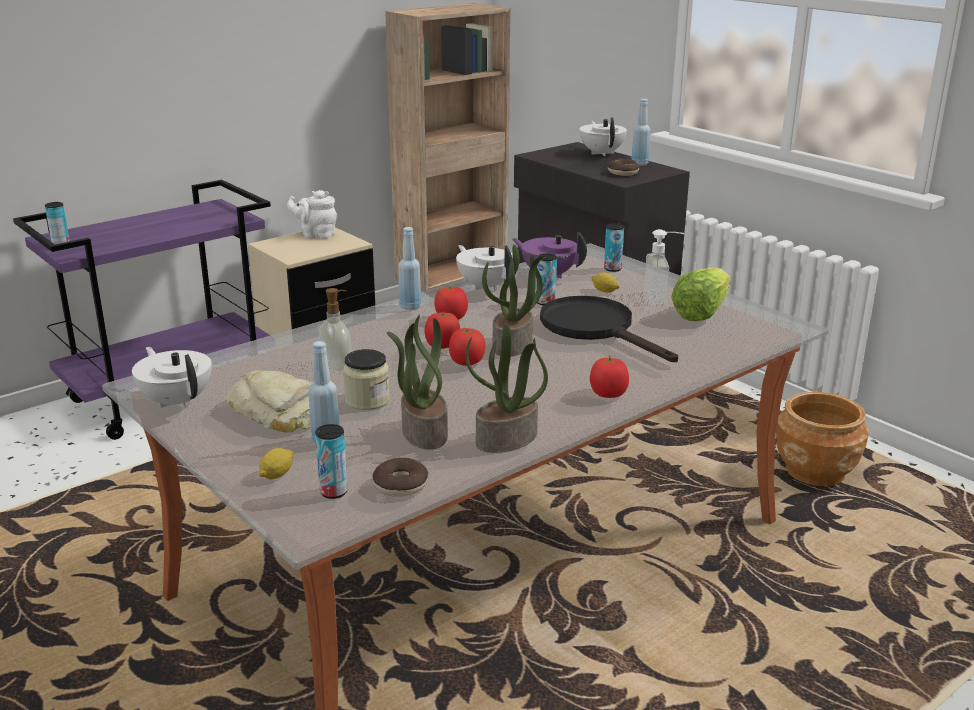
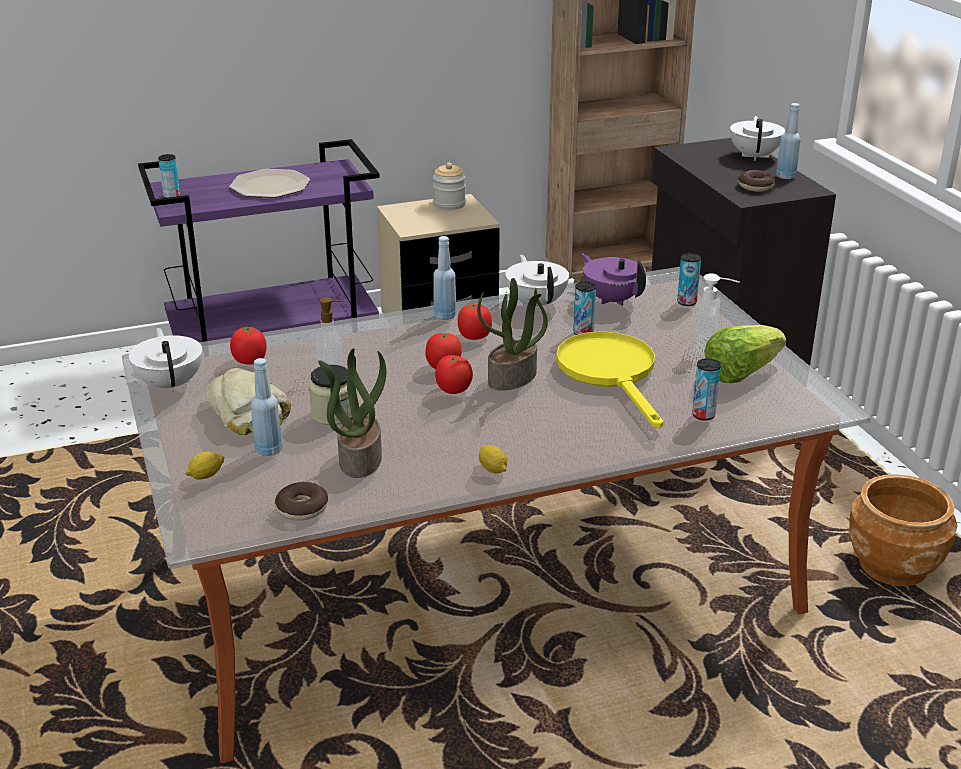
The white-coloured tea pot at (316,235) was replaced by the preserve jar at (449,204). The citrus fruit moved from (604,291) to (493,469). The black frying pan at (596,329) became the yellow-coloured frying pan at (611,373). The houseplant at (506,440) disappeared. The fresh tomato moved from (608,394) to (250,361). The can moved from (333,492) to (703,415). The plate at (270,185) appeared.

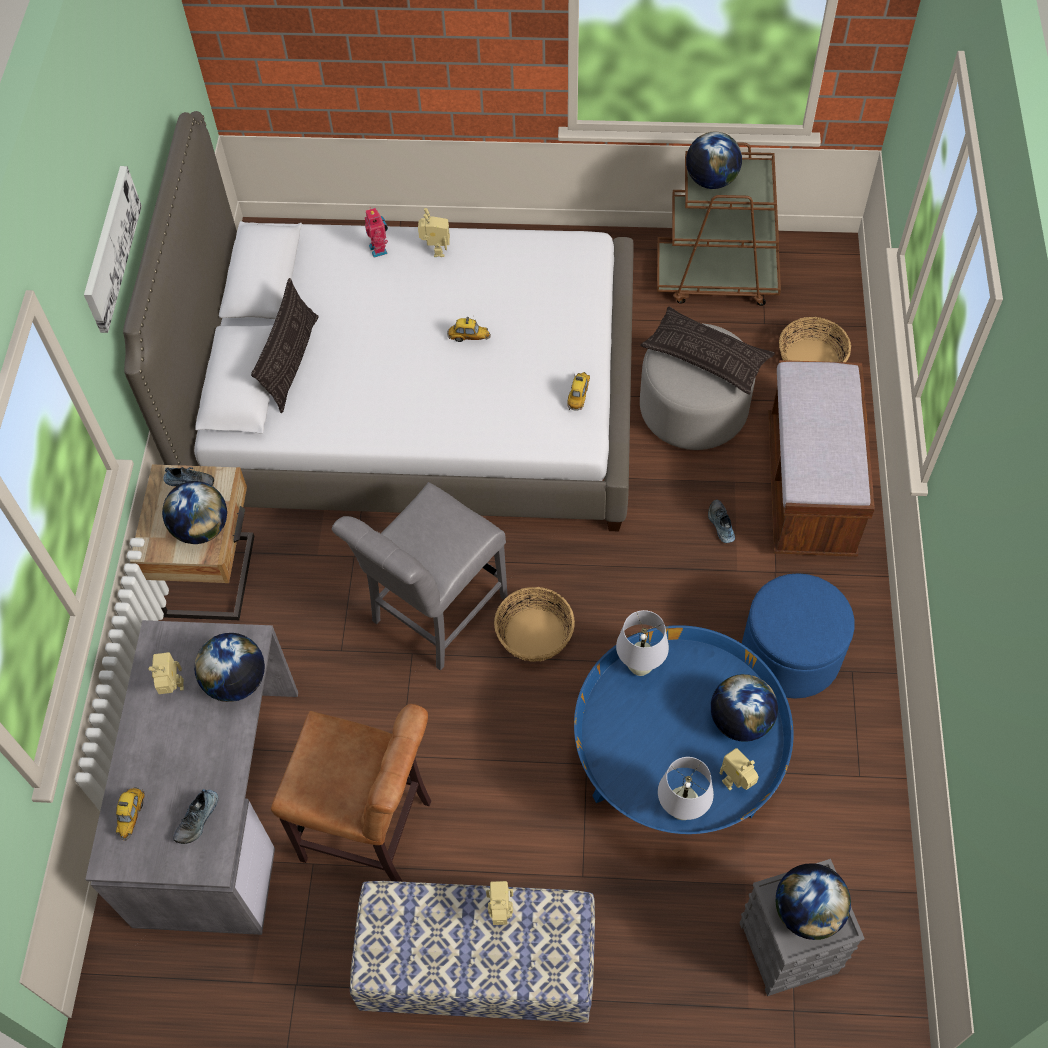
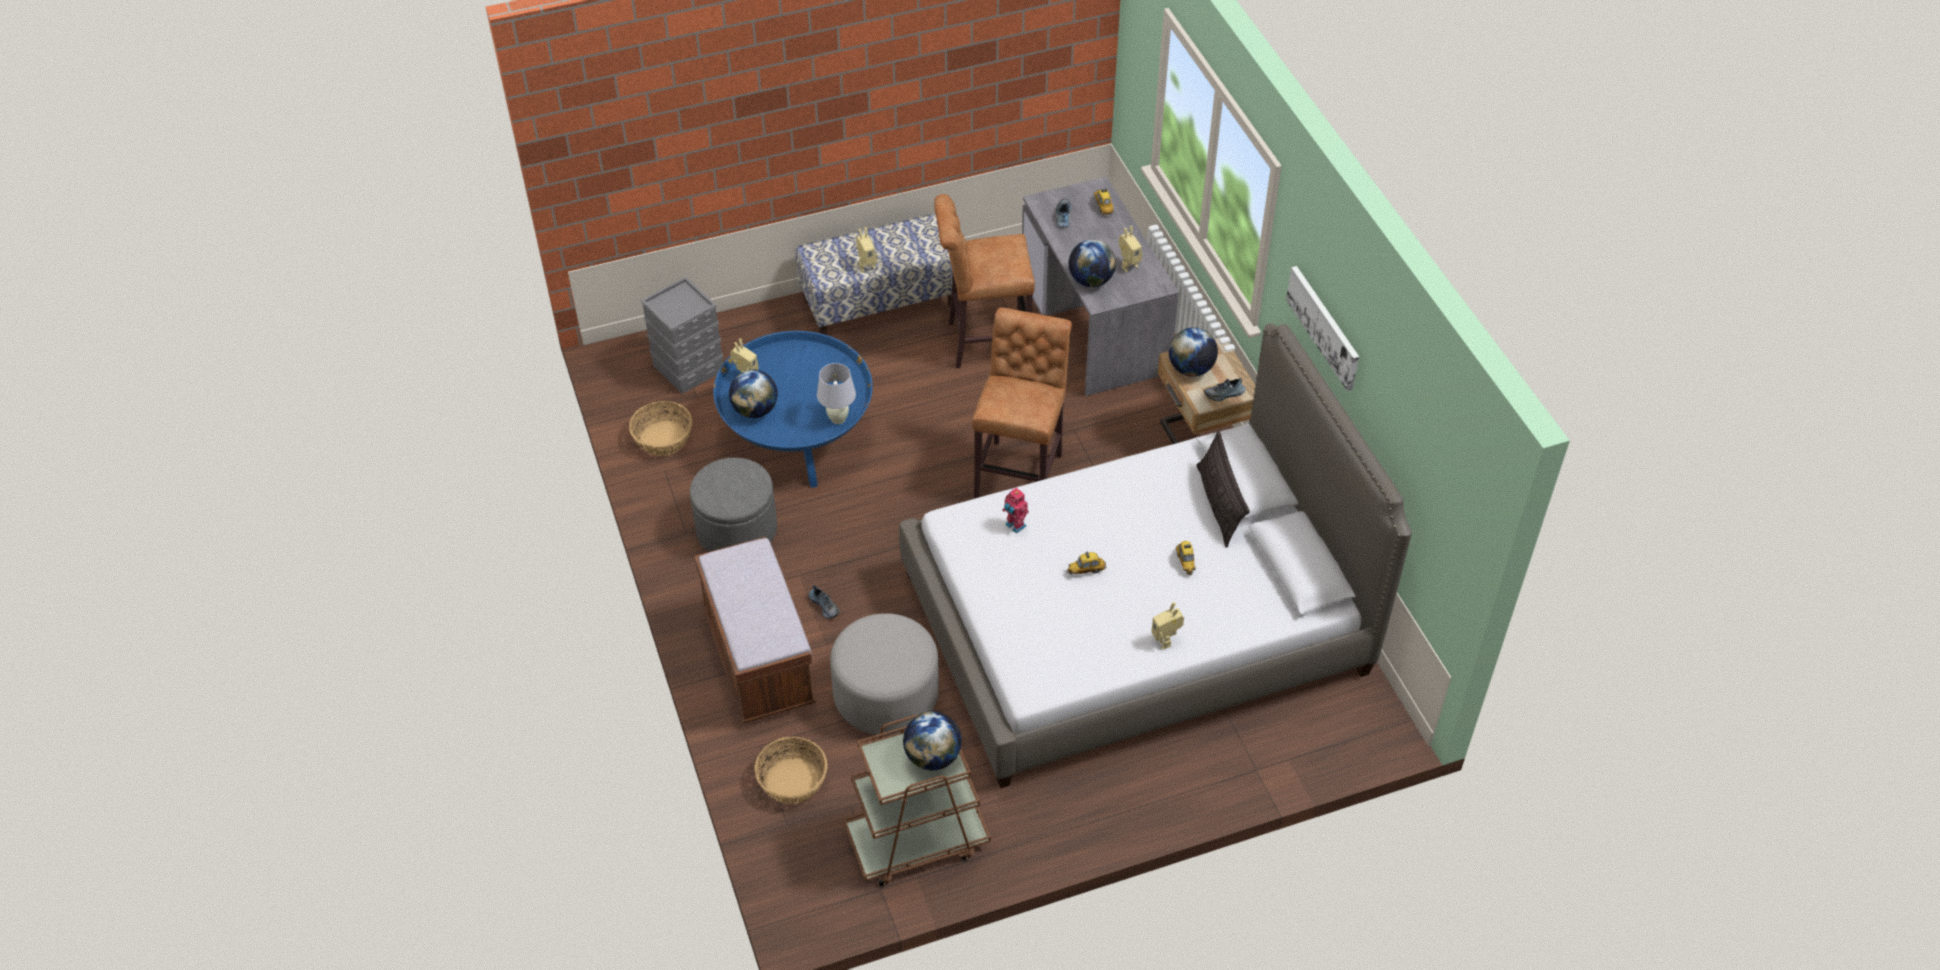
The model robot moved from (379,249) to (1014,526). The cushion at (706,356) disappeared. The toy car moved from (579,395) to (1185,562). The grey upright chair at (433,613) was replaced by the brown stool seat at (1020,472). The blue footrest at (790,654) became the grey footrest at (737,530). The household basket moved from (534,635) to (663,438). The white-coloured lamp for a table at (681,810) disappeared. The globe at (807,911) disappeared.

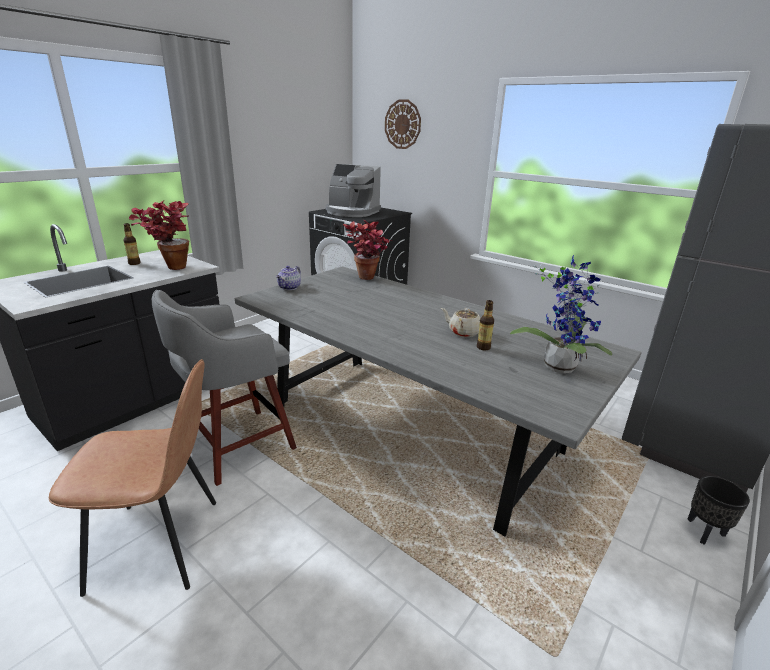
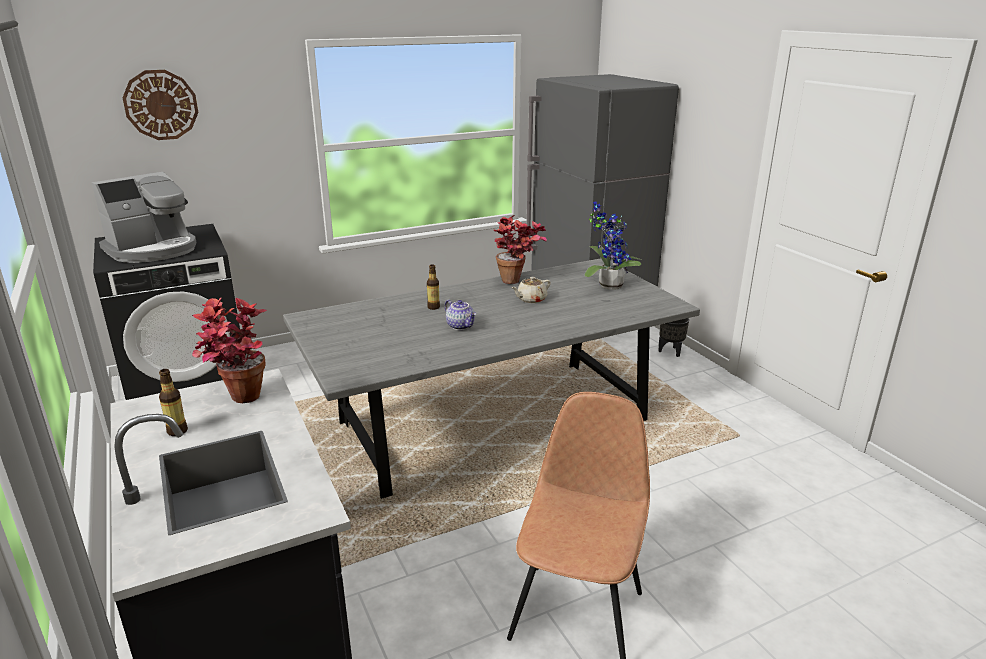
The houseplant moved from (367,279) to (517,282). The tea pot moved from (289,288) to (461,326). The grey stool seat at (236,446) disappeared. The beverage bottle moved from (483,347) to (433,307).

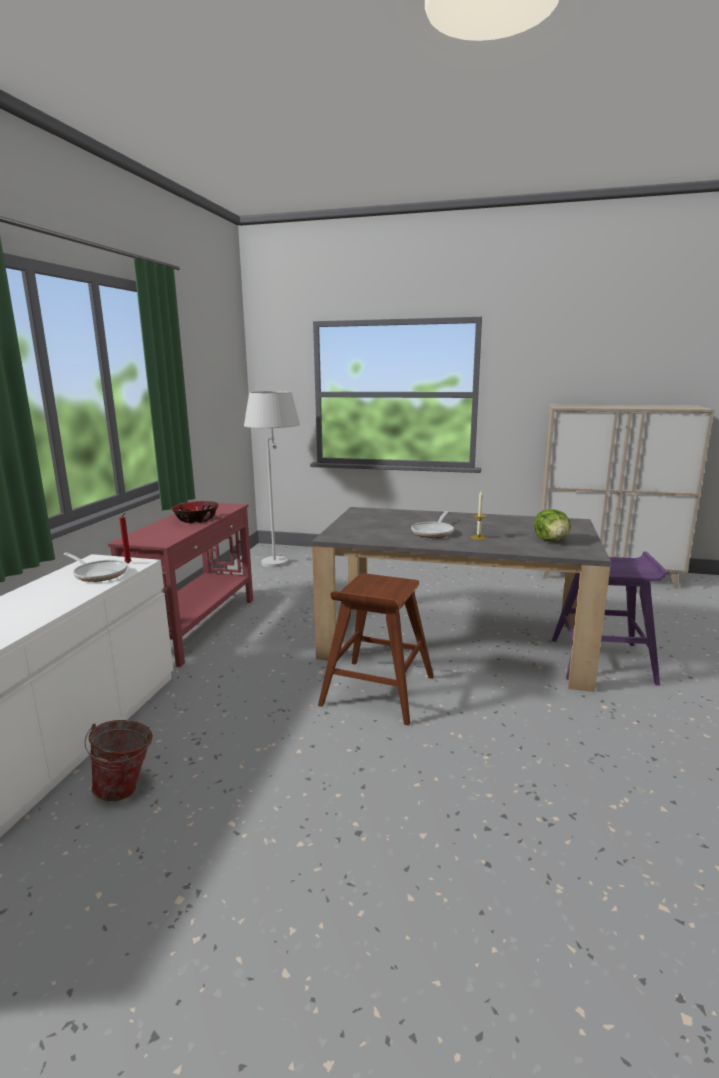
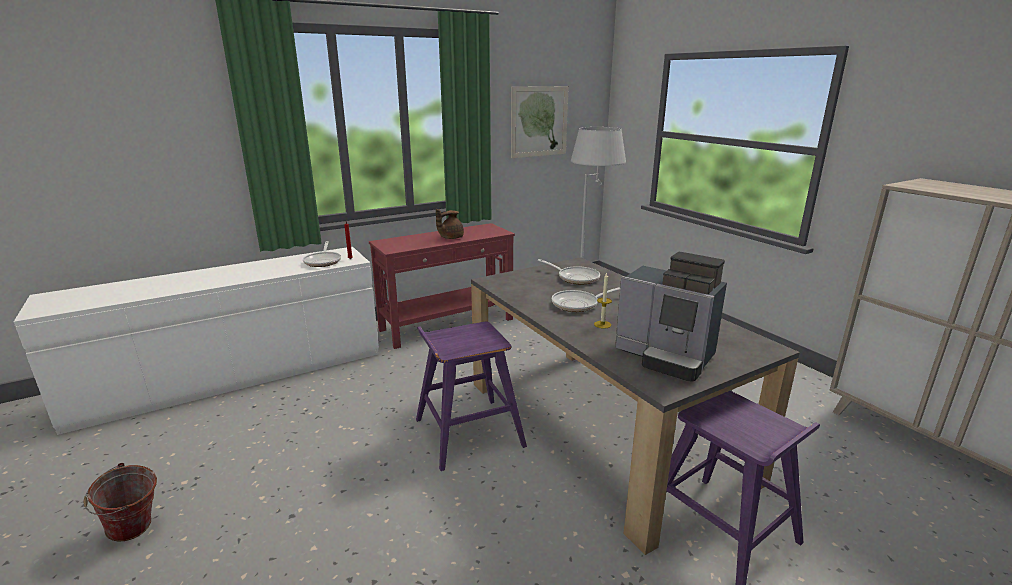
The deep dish at (196,520) was replaced by the brown tea pot at (450,237). The lettuce at (551,541) was replaced by the coffee maker at (666,357). The brown stool seat at (377,691) became the purple stool seat at (467,432). The water bucket moved from (126,789) to (134,532). The picture at (539,121) appeared. The frying pan at (575,278) appeared.

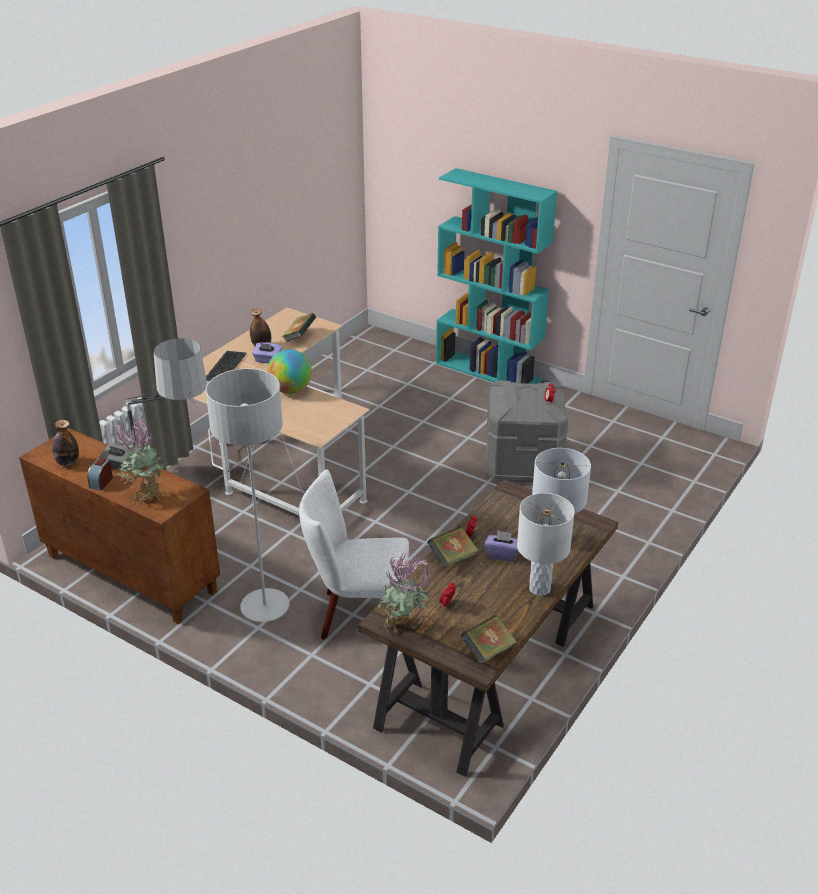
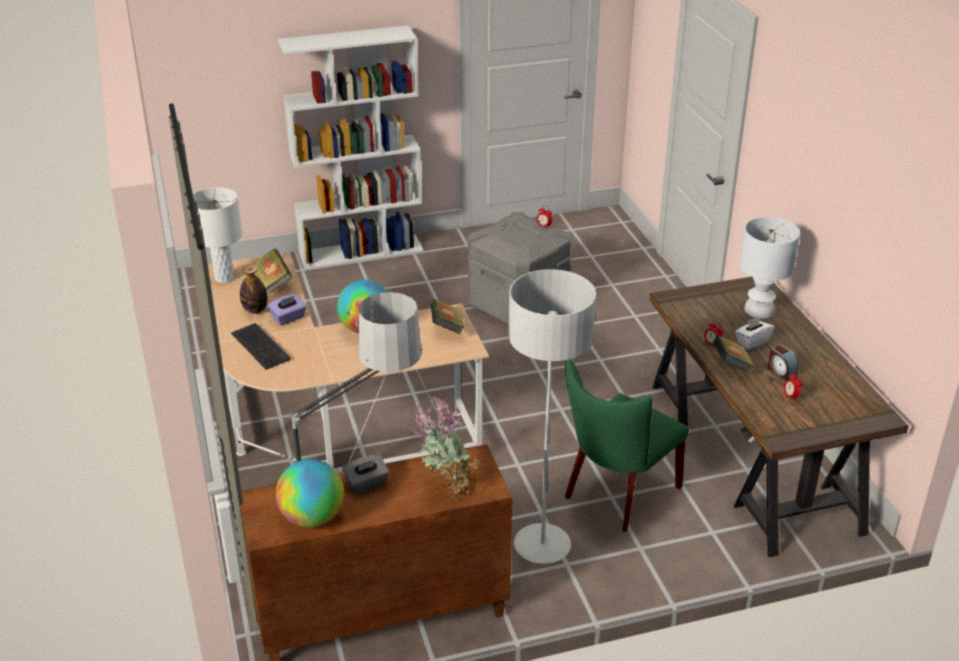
The turquoise-coloured shelving unit at (489,371) became the white-coloured shelving unit at (361,251). The beverage bottle at (68,462) was replaced by the globe at (312,518). The table clock moved from (101,482) to (781,371). The white-coloured upright chair at (358,616) became the greenish upright chair at (617,495). The white-coloured lamp for a table moved from (540,588) to (224,278). The purple tissue box at (502,554) became the white-coloured tissue box at (752,342). The houseplant at (404,628) disappeared. The bound book moved from (488,651) to (447,328).

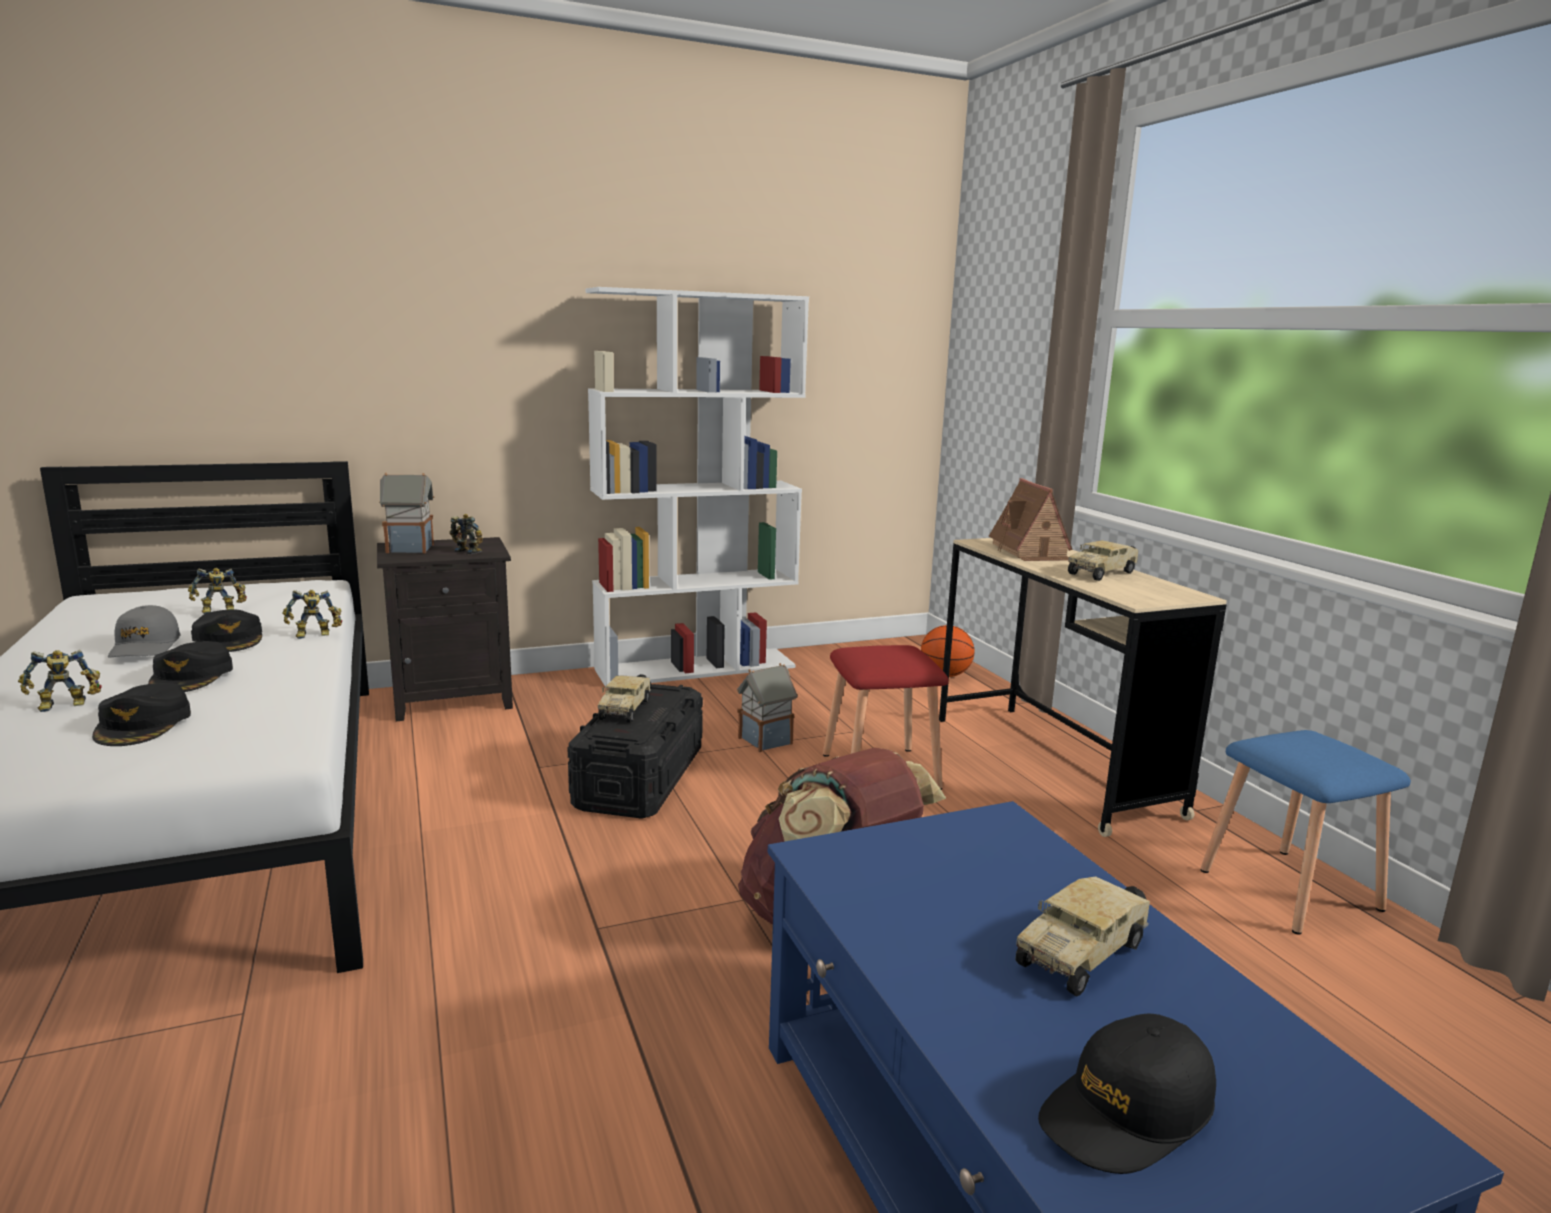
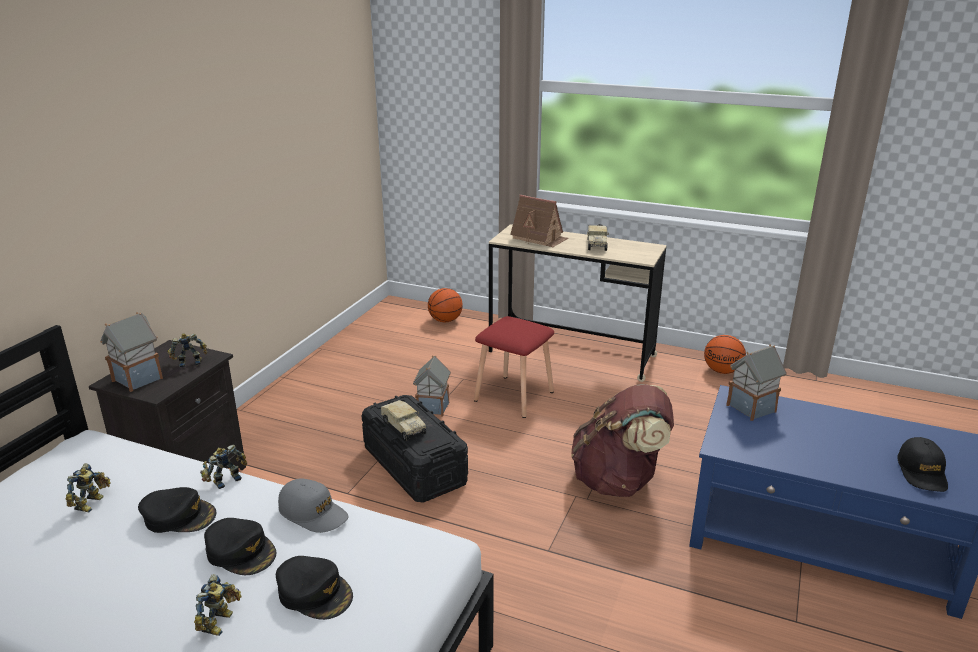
The white-coloured shelving unit at (696,668) disappeared. The model robot at (314,635) turned 150 degrees counterclockwise. The grey peaked cap moved from (145,647) to (313,513). The blue stool seat at (1292,890) was replaced by the basketball ball at (722,371). The model truck at (1083,952) disappeared. The toy house at (751,407) appeared.

